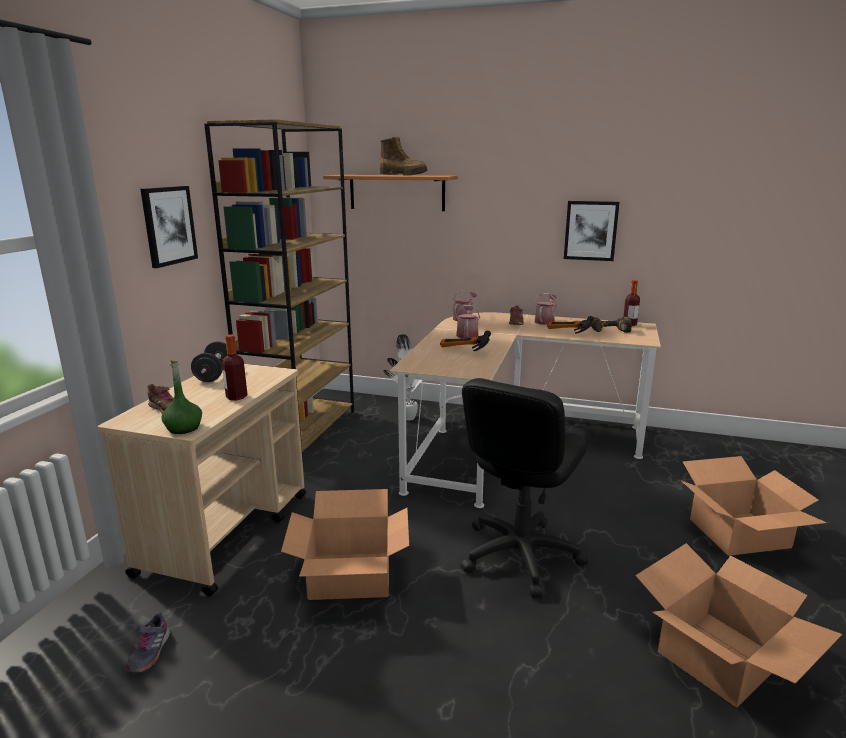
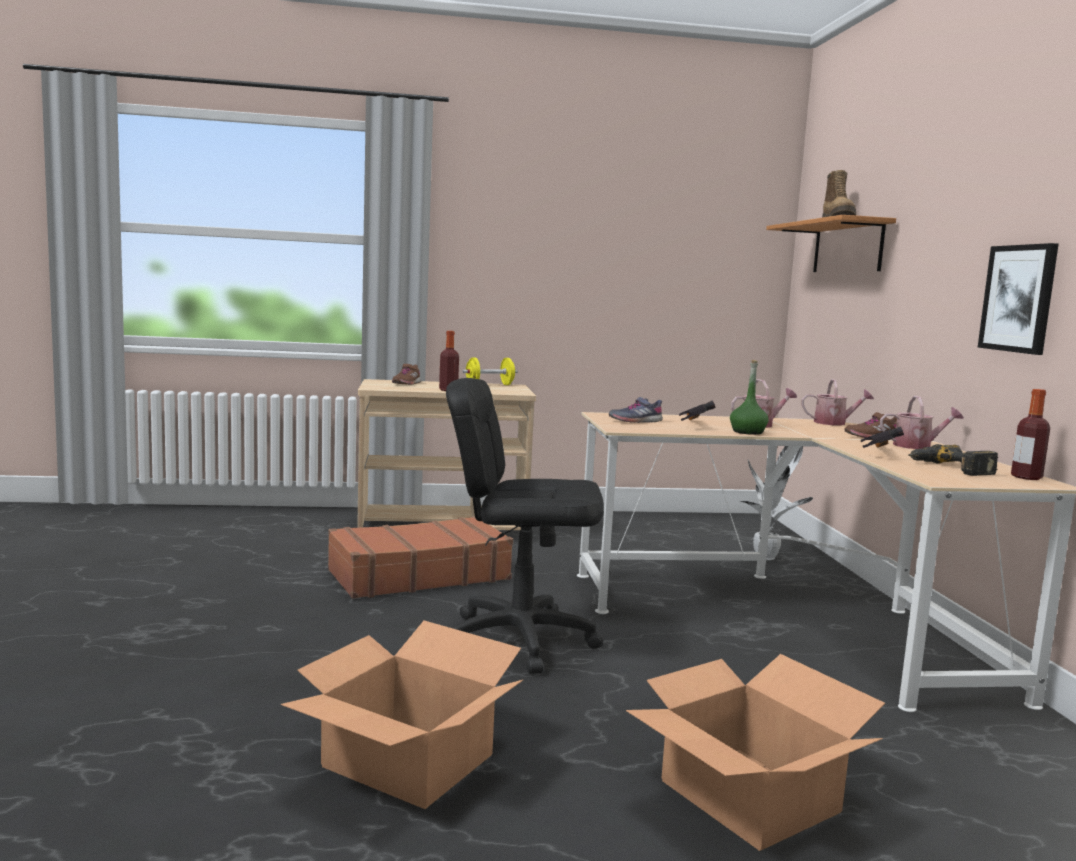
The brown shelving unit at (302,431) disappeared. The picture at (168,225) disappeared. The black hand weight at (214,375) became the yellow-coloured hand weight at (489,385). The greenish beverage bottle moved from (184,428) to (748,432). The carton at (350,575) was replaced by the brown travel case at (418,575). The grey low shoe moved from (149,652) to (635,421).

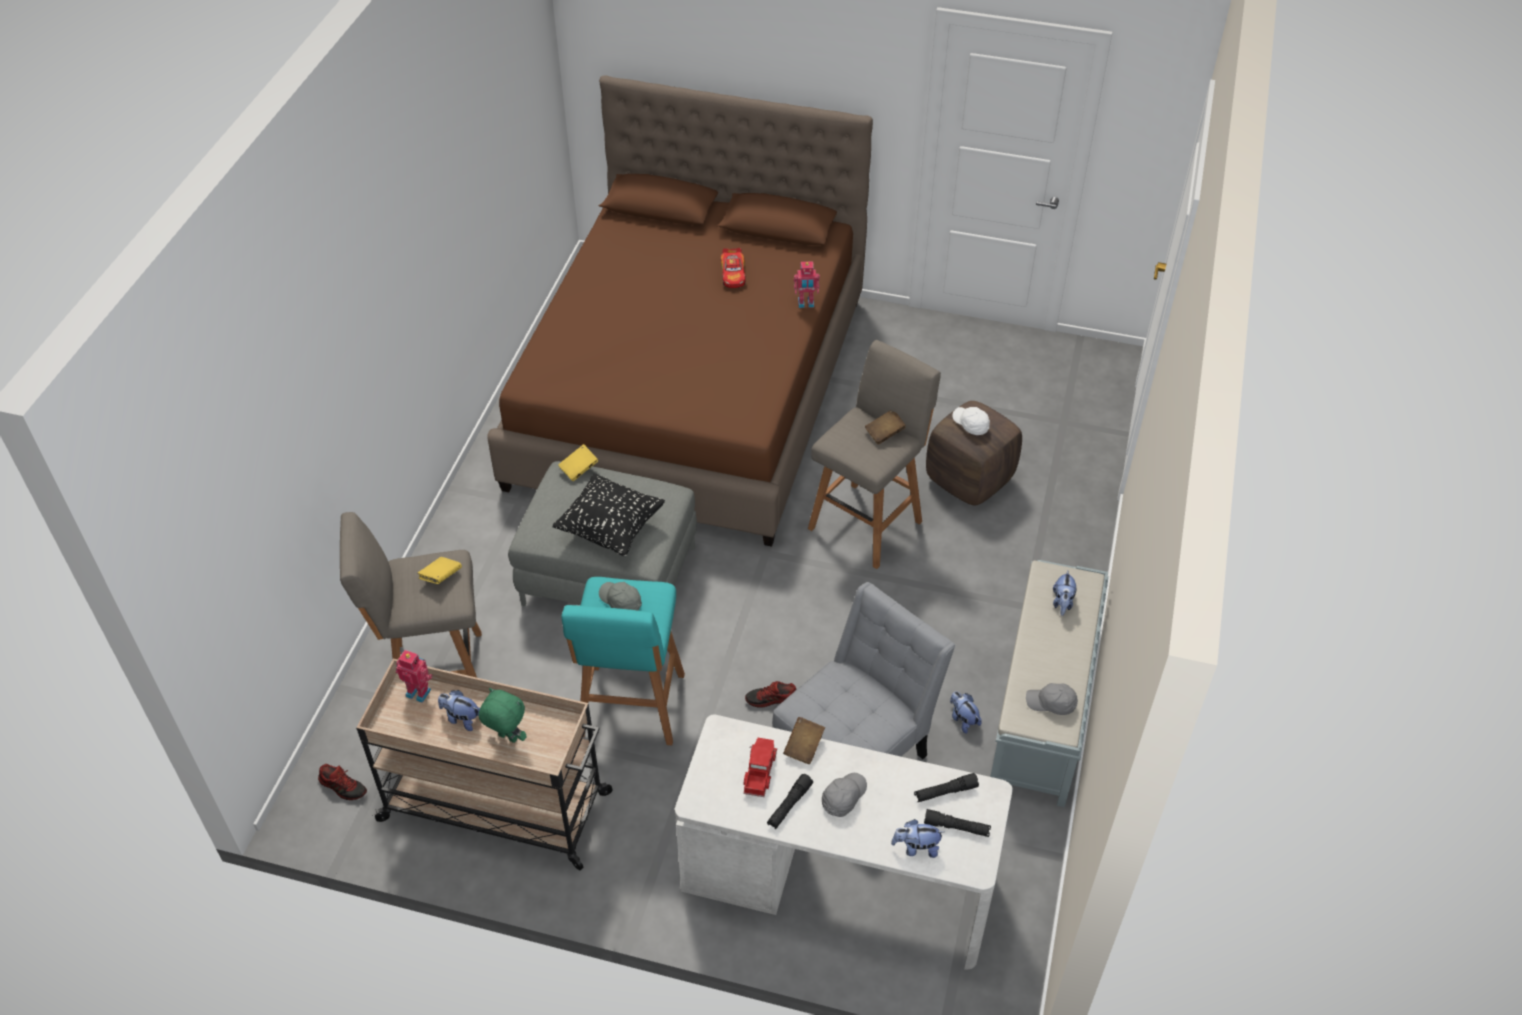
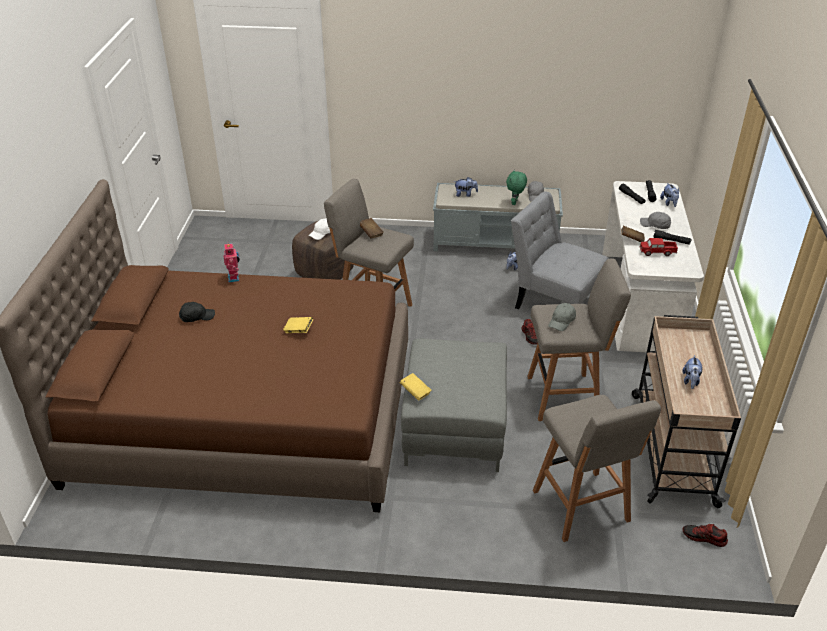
The toy car at (733,274) was replaced by the black peaked cap at (197,317). The black cushion at (611,529) disappeared. The yellow-coloured bound book moved from (441,577) to (298,330). The turquoise-coloured stool seat at (631,708) became the grey stool seat at (565,396). The model robot at (419,691) disappeared. The greenish plush toy moved from (507,738) to (515,203). The low shoe at (343,786) turned 90 degrees counterclockwise.

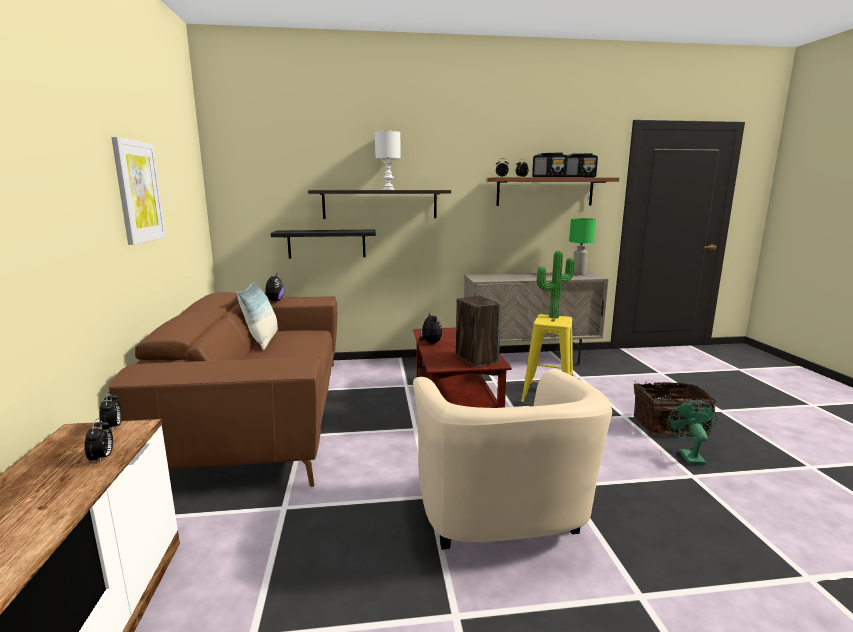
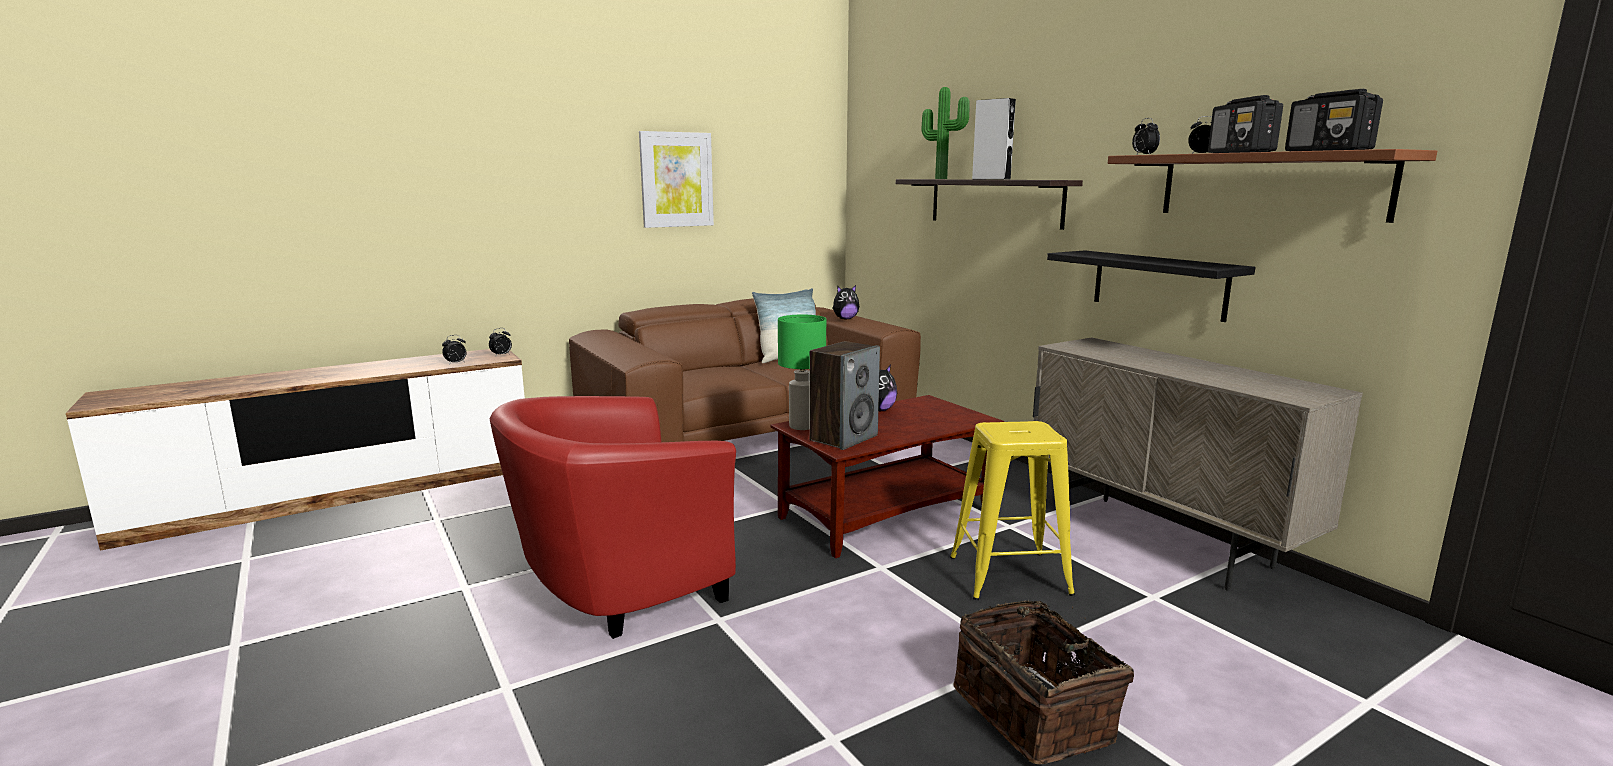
The white-coloured lamp for a table at (388,189) was replaced by the grey loudspeaker at (991,179). The greenish lamp for a table moved from (578,274) to (802,426). The black bracket shelf moved from (326,243) to (1158,284). The houseplant moved from (552,316) to (942,179). The beige-coloured easy chair at (502,521) became the red easy chair at (616,587). The greenish electric fan at (688,455) disappeared.

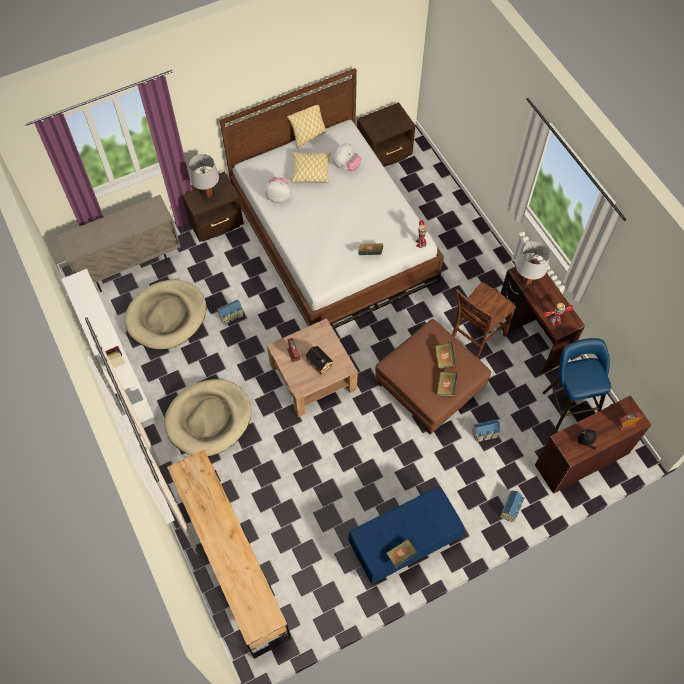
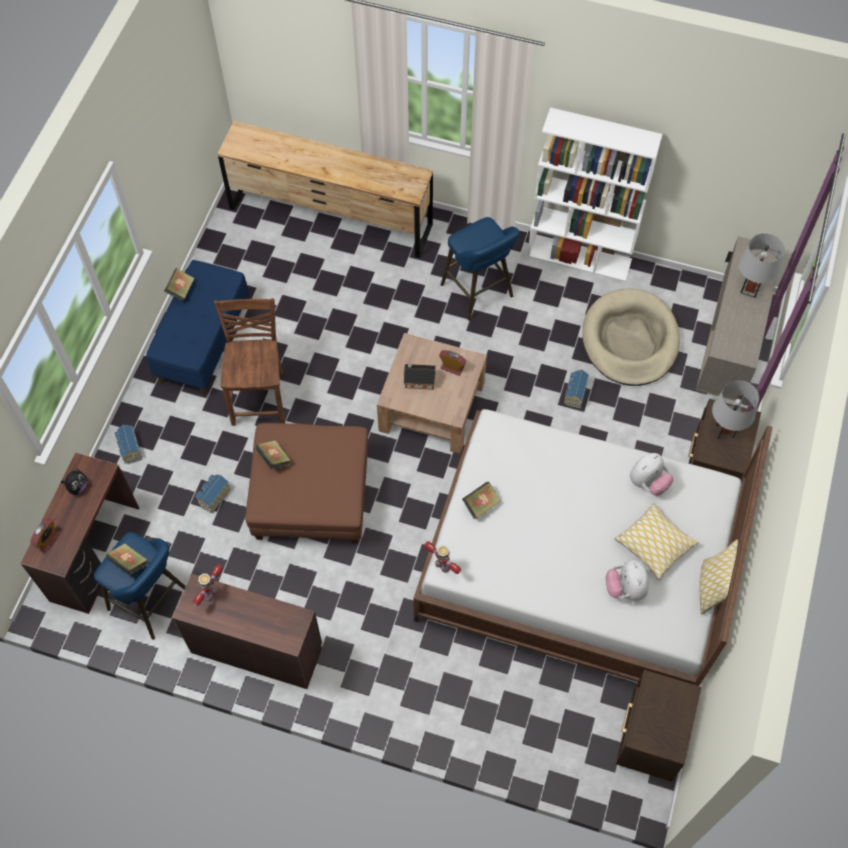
The grey lamp for a table moved from (526,282) to (749,289). The brown upright chair moved from (476,338) to (260,397). The bound book moved from (444,359) to (129,563). The beige-coloured pet bed at (209,419) was replaced by the blue stool seat at (479,293).

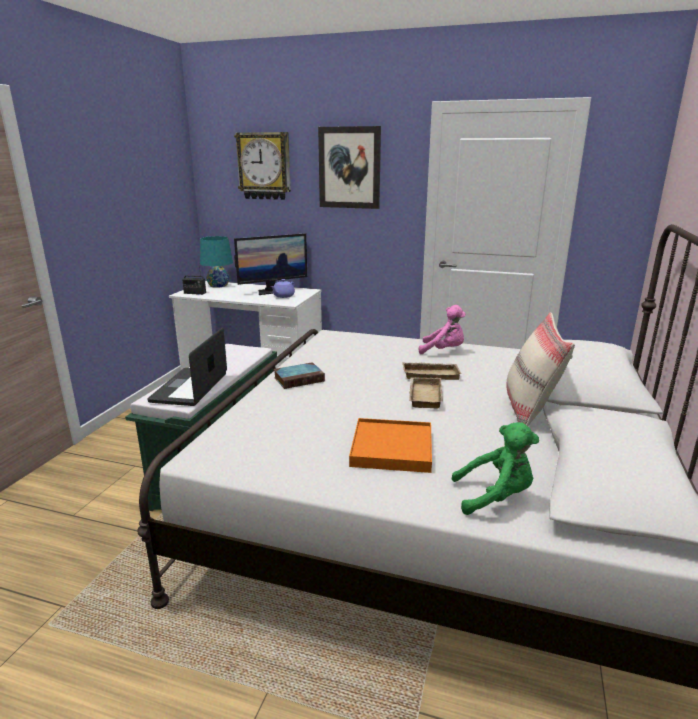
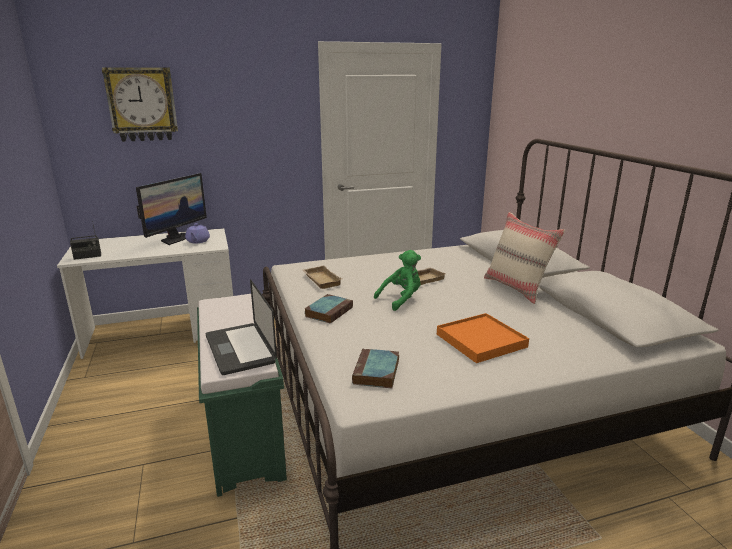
The picture at (349,168) disappeared. The turquoise-coloured lamp for a table at (218,285) disappeared. The pinkish plush toy at (443,351) disappeared. The beige-coloured serving tray moved from (423,396) to (320,280). The greenish plush toy moved from (495,497) to (401,299). The bound book at (376,373) appeared.

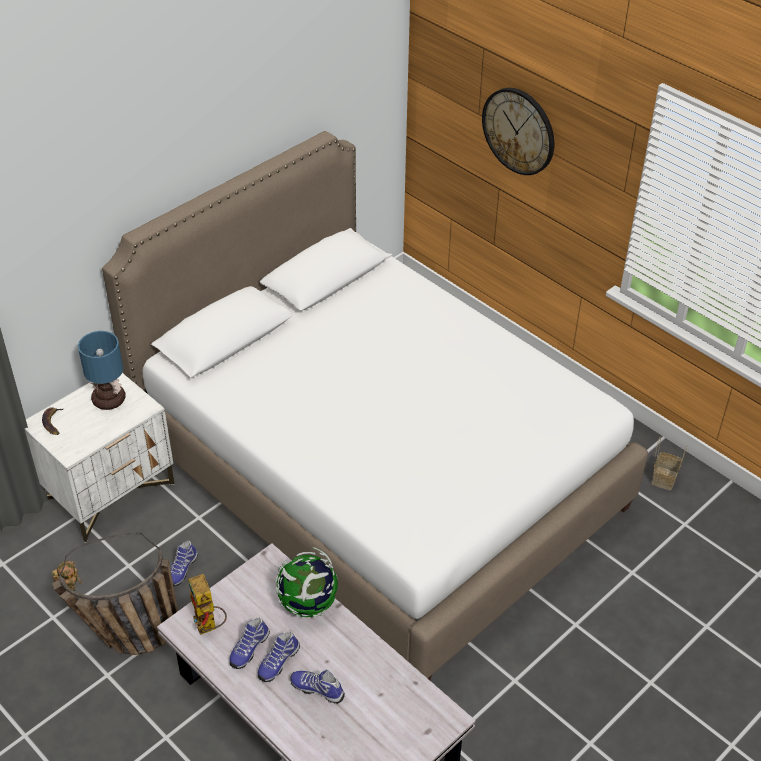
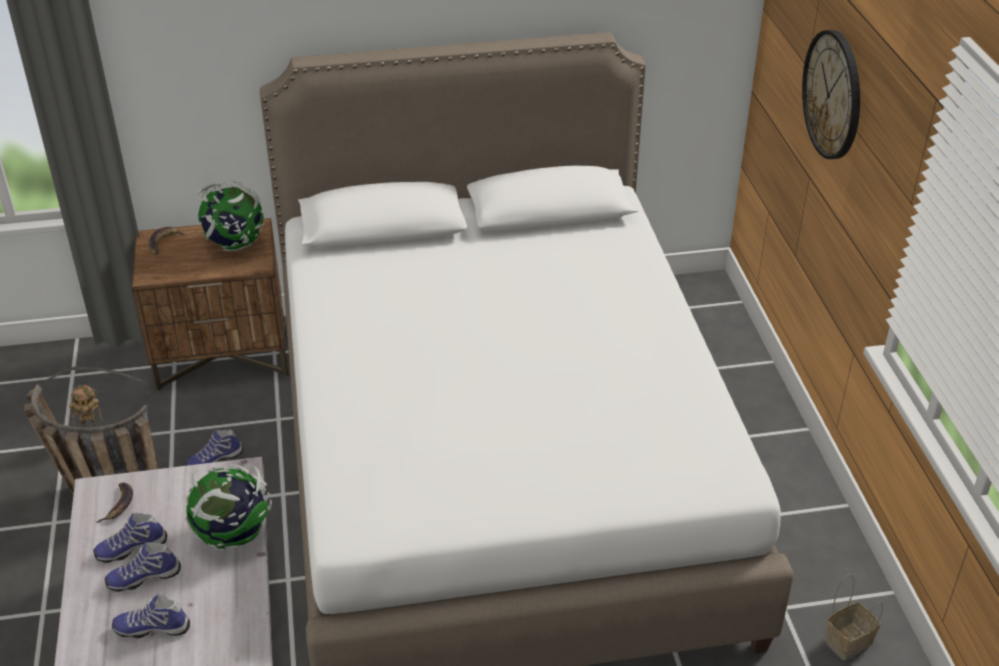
The lamp for a table at (110,399) was replaced by the globe at (234,244). The white-coloured bedside table at (109,491) became the brown bedside table at (223,355). The model robot at (209,626) was replaced by the banana at (119,505). The low shoe at (318,688) turned 60 degrees counterclockwise.

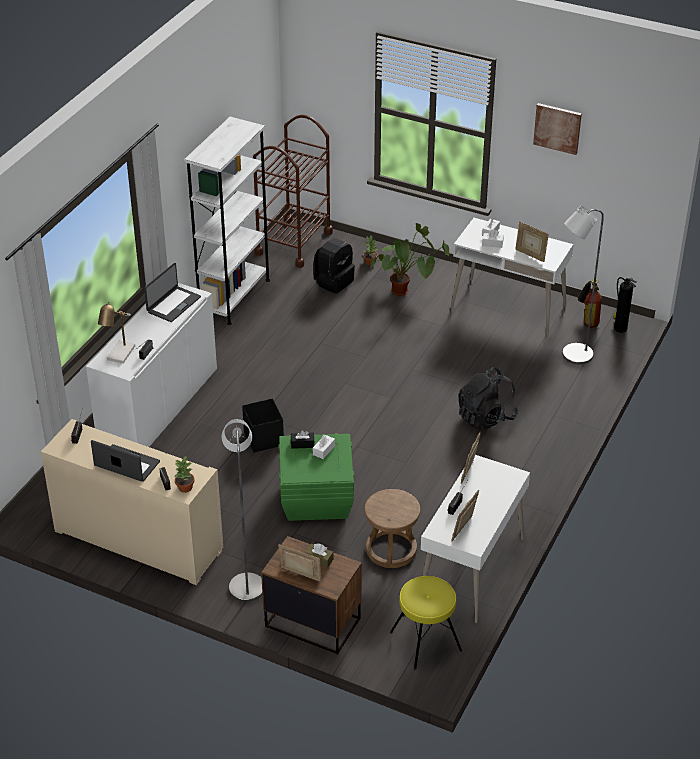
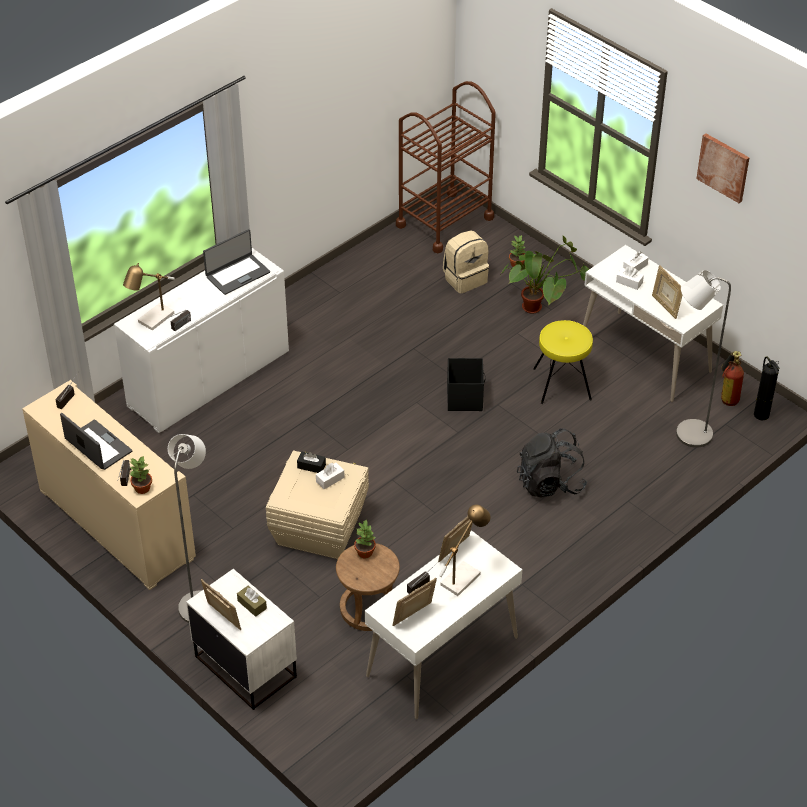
The white-coloured shelving unit at (234,297) disappeared. The black knapsack at (333,281) became the beige-coloured knapsack at (465,278). The black storage bin moved from (263,438) to (465,398). The greenish storage bin at (315,498) became the beige-coloured storage bin at (319,527). The brown bedside table at (312,622) became the white-coloured bedside table at (246,666). The yellow-coloured stool seat moved from (425,641) to (561,384). The lamp for a table at (463,576) appeared. The houseplant at (365,552) appeared.

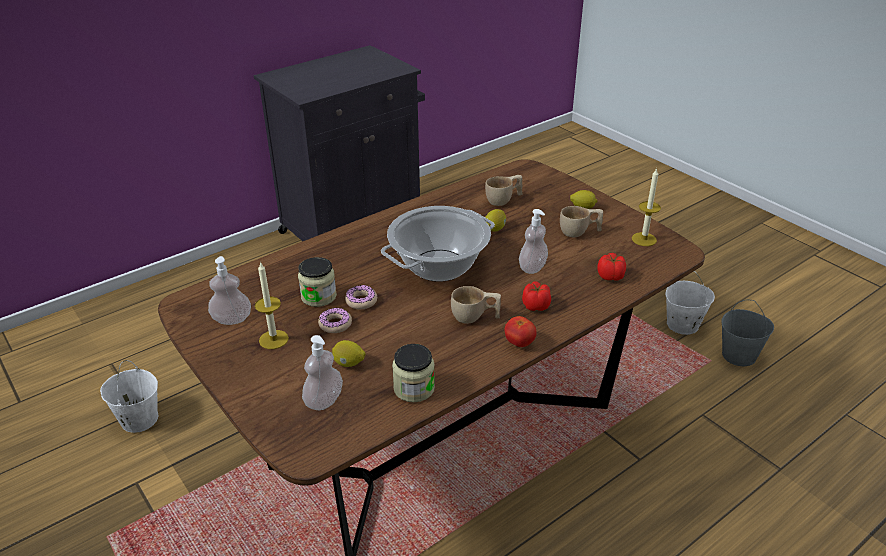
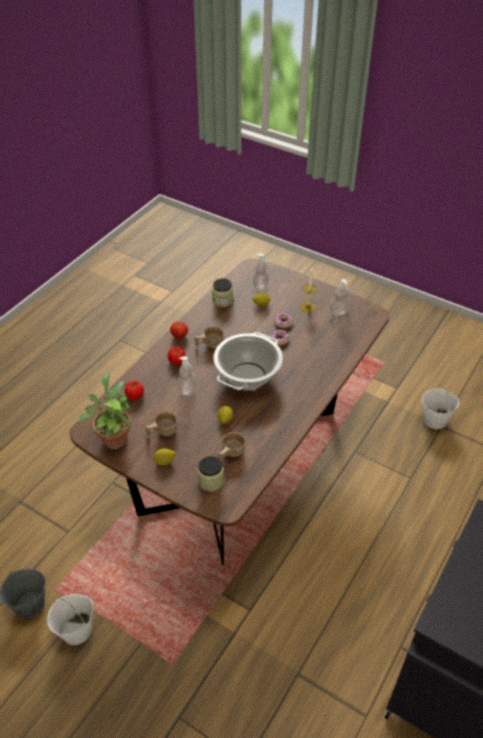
The wax light at (644,239) was replaced by the houseplant at (113,437). The preserve jar moved from (318,296) to (211,481).

